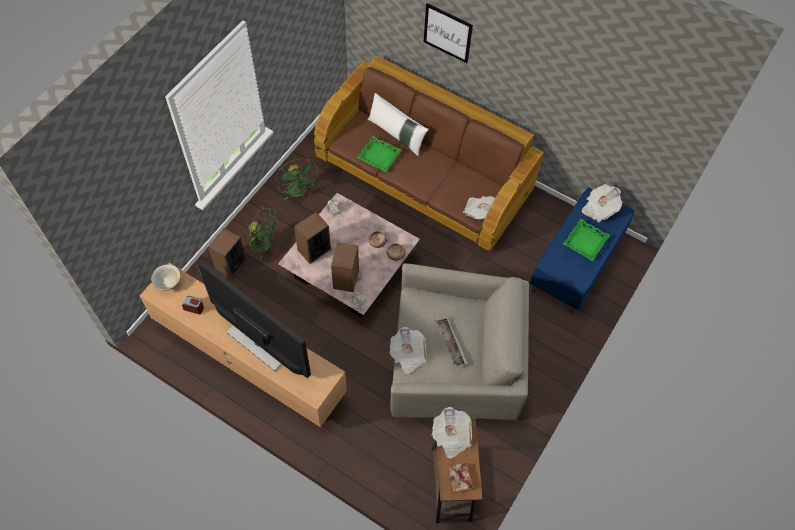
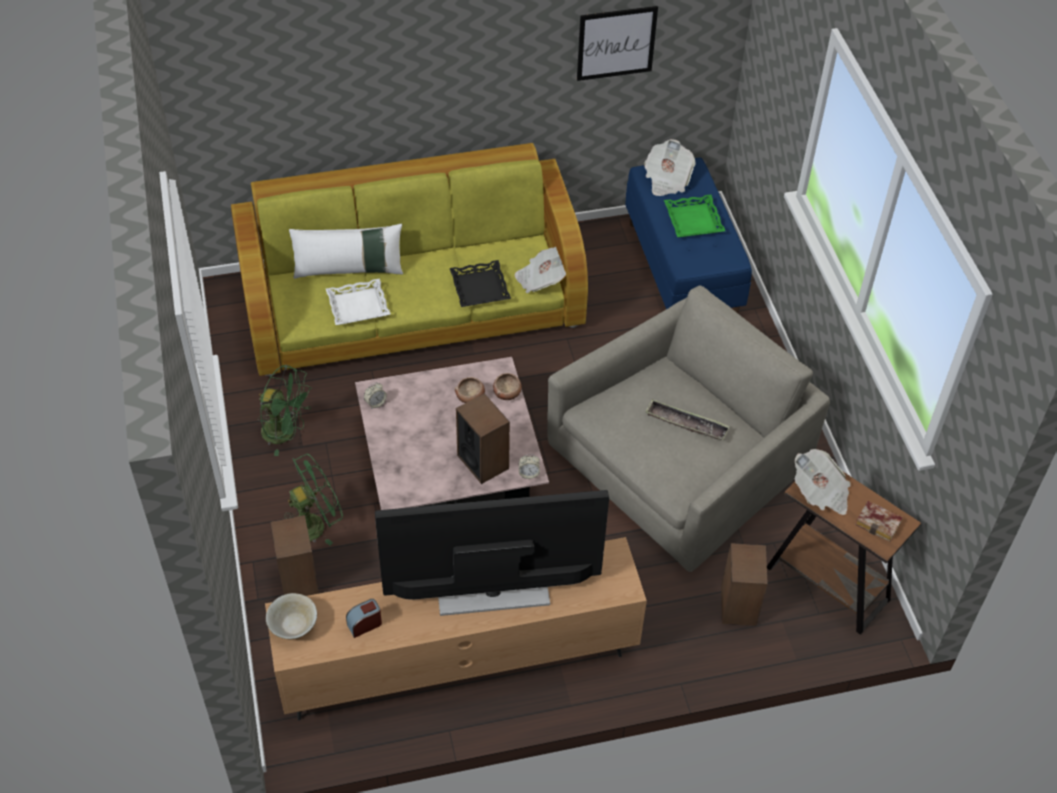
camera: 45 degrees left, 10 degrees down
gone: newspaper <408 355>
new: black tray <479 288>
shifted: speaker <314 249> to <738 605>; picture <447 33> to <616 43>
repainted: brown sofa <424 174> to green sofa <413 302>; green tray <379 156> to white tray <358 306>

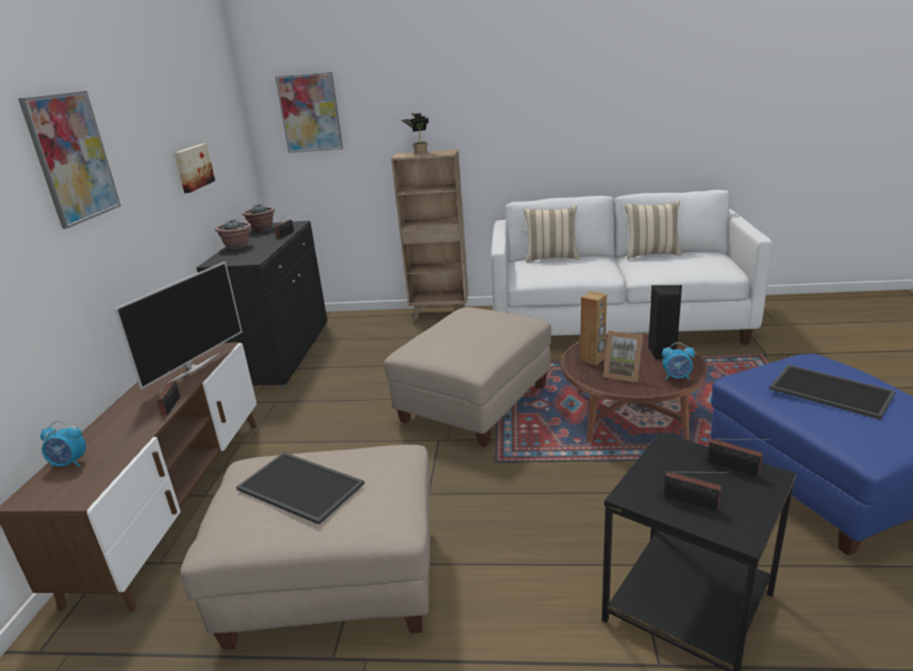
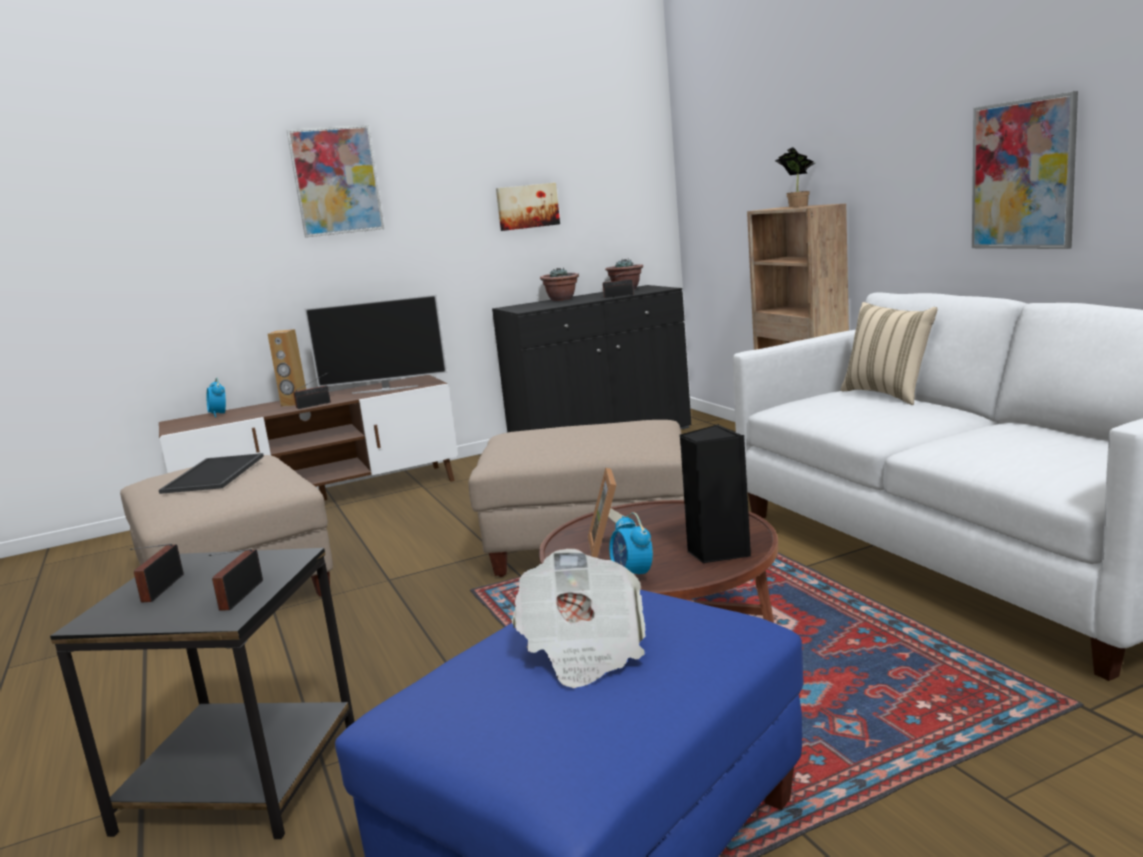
camera: 60 degrees right, 10 degrees down
gone: beige pillow <651 254>
shifted: picture <310 113> to <1023 175>; brown speaker <593 359> to <294 403>
swapped: tray <832 391> to newspaper <583 649>

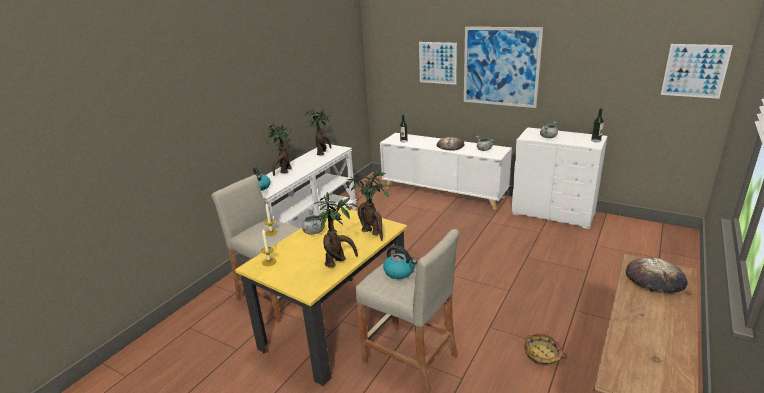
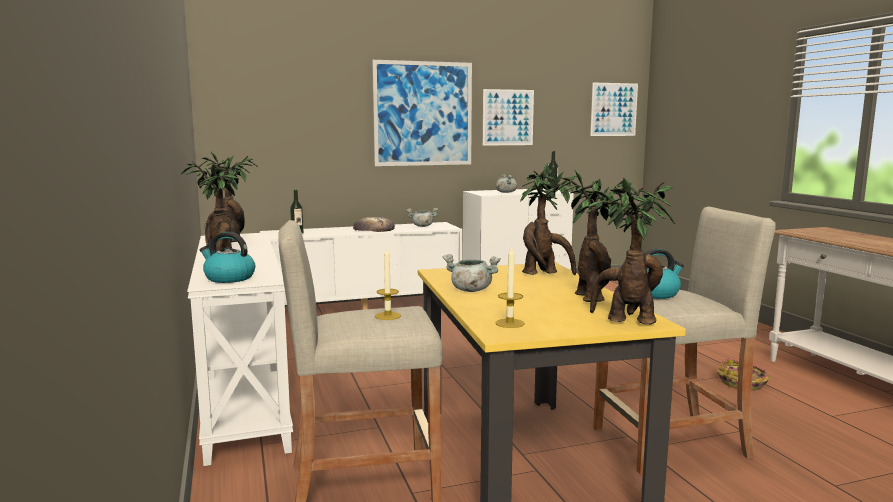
camera: 50 degrees left, 15 degrees down
gone: bread <655 279>
new: potted plant <625 320>
shifted: picture <437 63> to <508 117>

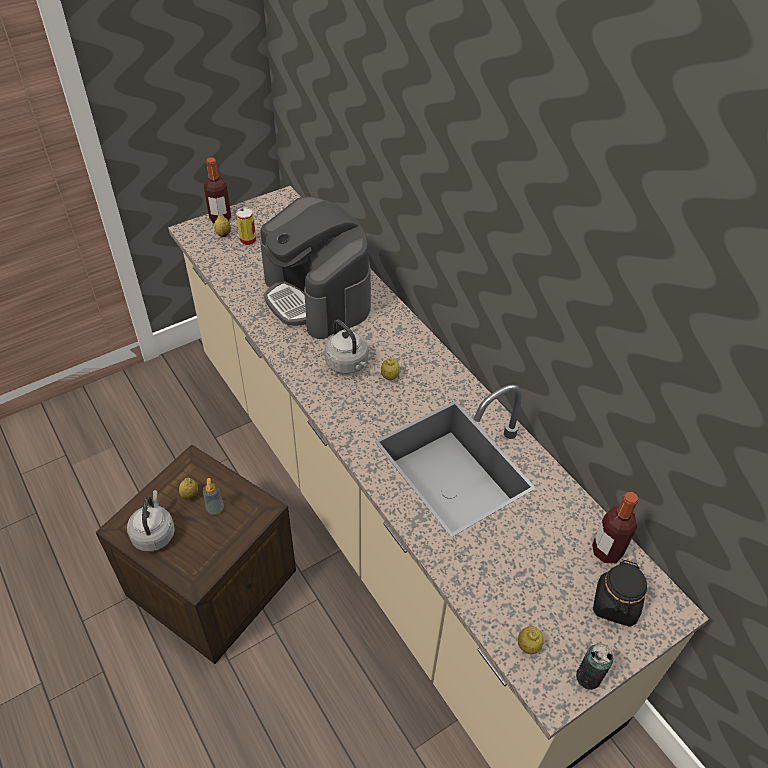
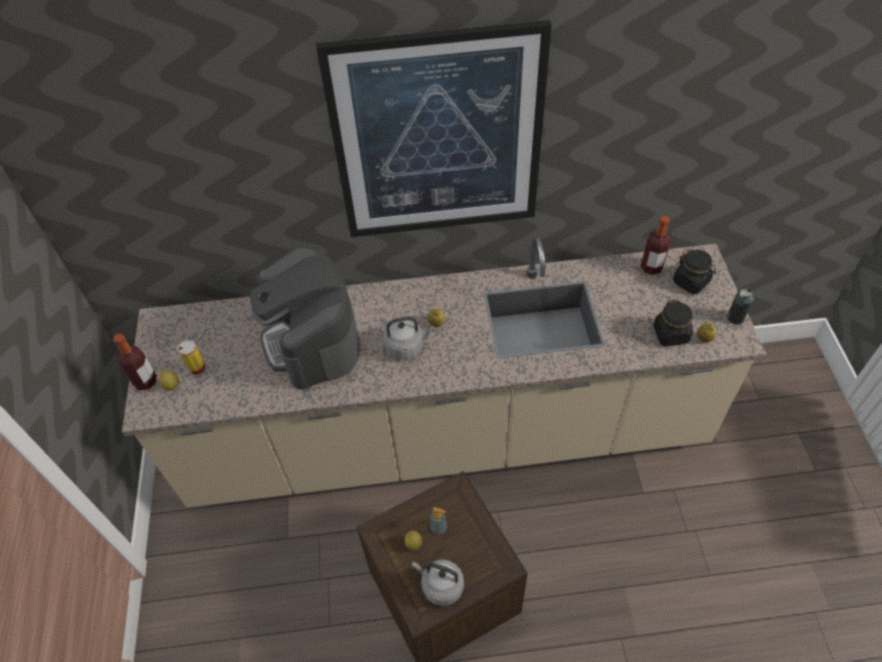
camera: 60 degrees left, 5 degrees up
new: picture <438 138>; black jar <671 334>
rotated: coffee machine <317 296> = <312 340> 75 degrees clockwise

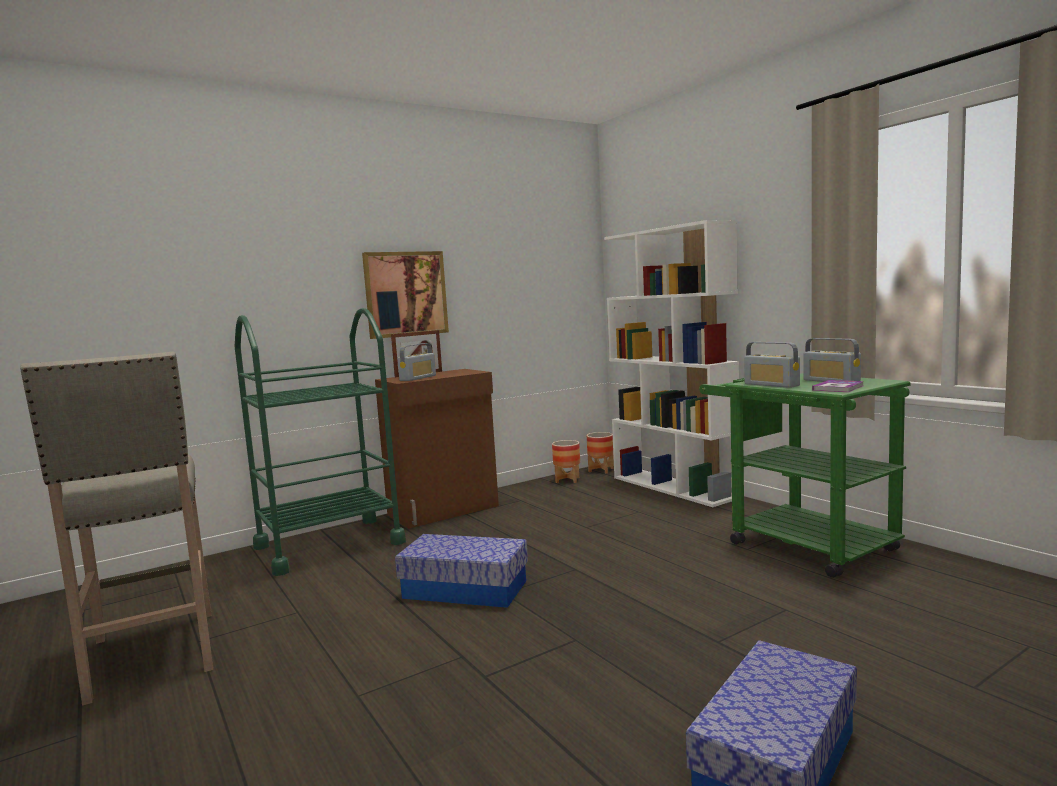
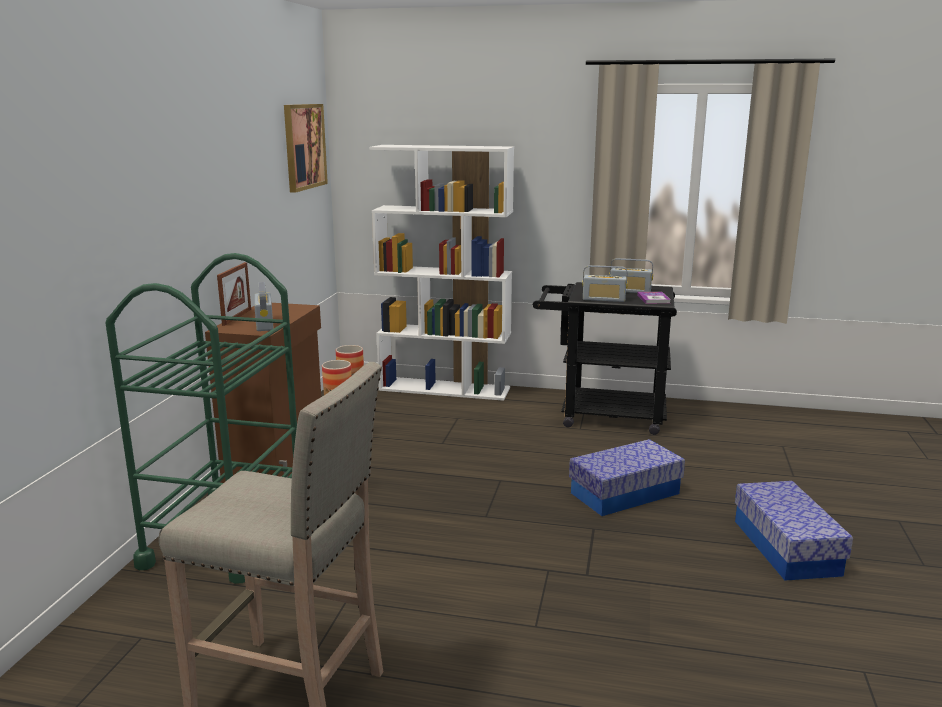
camera: 45 degrees left, 10 degrees up
shifted: picture <405 294> to <304 146>; storage box <465 589> to <625 493>
repainted: green cart <799 543> to black cart <601 415>

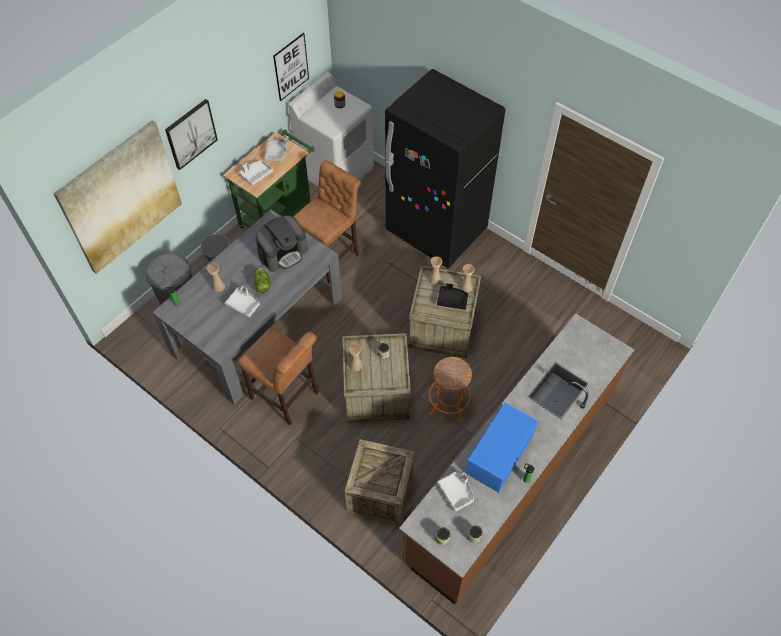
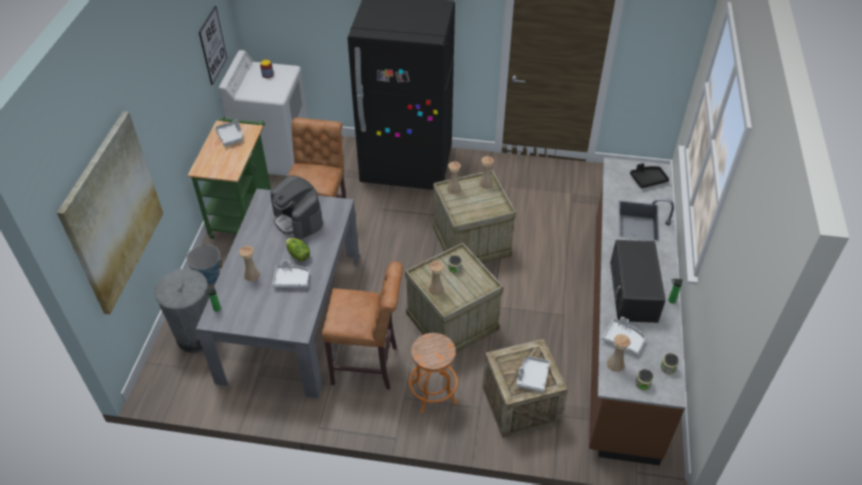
camera: 30 degrees left, 10 degrees down
gone: picture <191 134>
new: beige vase <615 364>
shifted: white tray <256 175> to <532 377>; orange stool <449 403> to <433 393>; black tray <452 300> to <648 180>
repainted: blue microwave <499 455> to black microwave <634 292>
rotated: coffee machine <283 253> = <298 219> 120 degrees clockwise

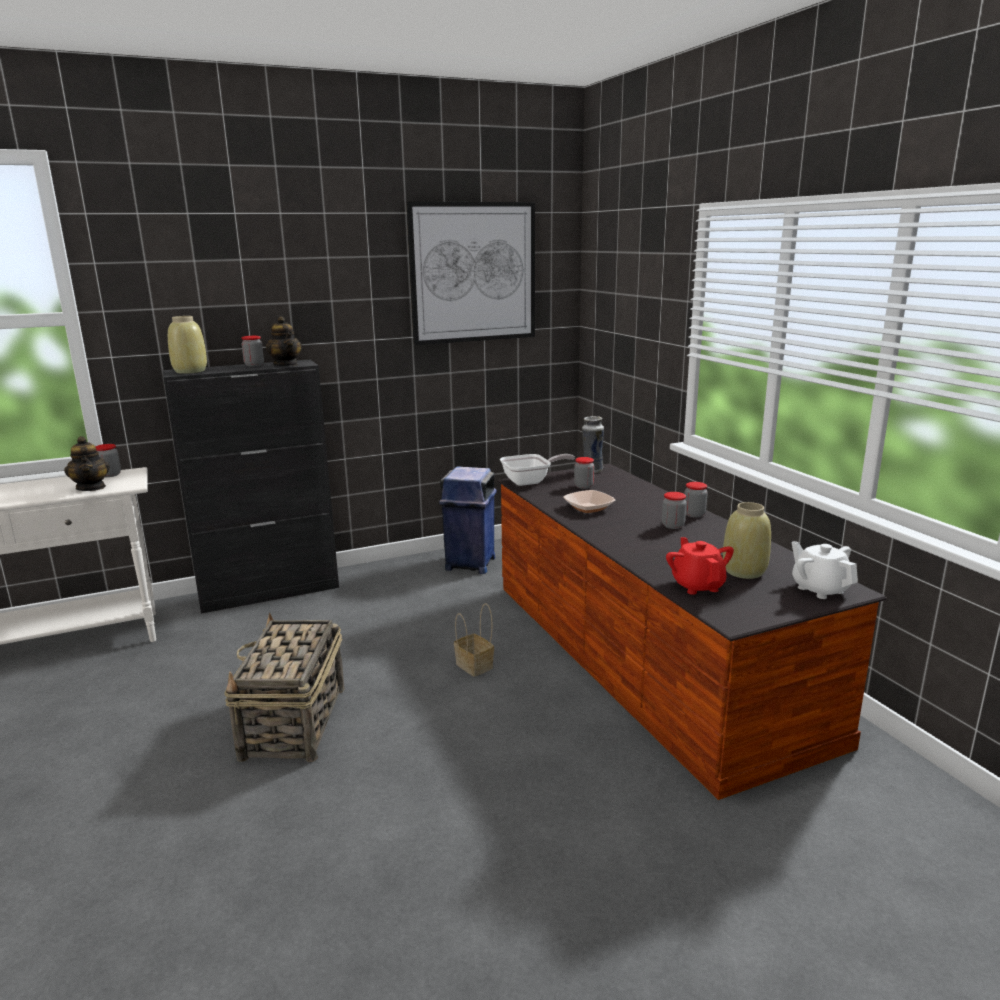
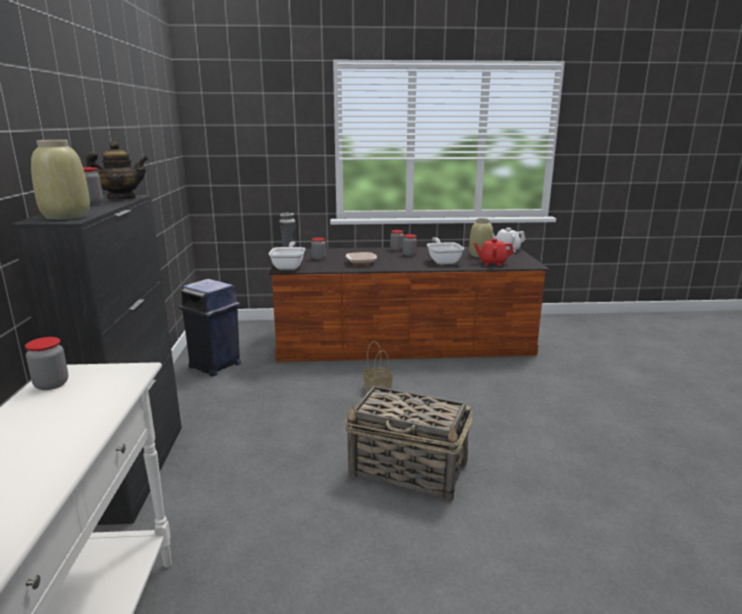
camera: 70 degrees left, 0 degrees up
gone: teapot <91 487>; picture <473 273>
new: frying pan <443 261>

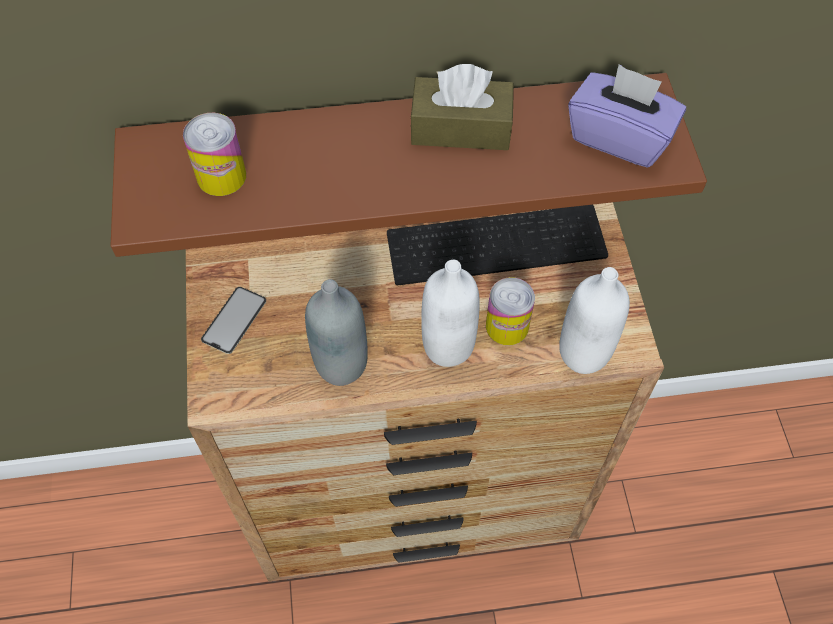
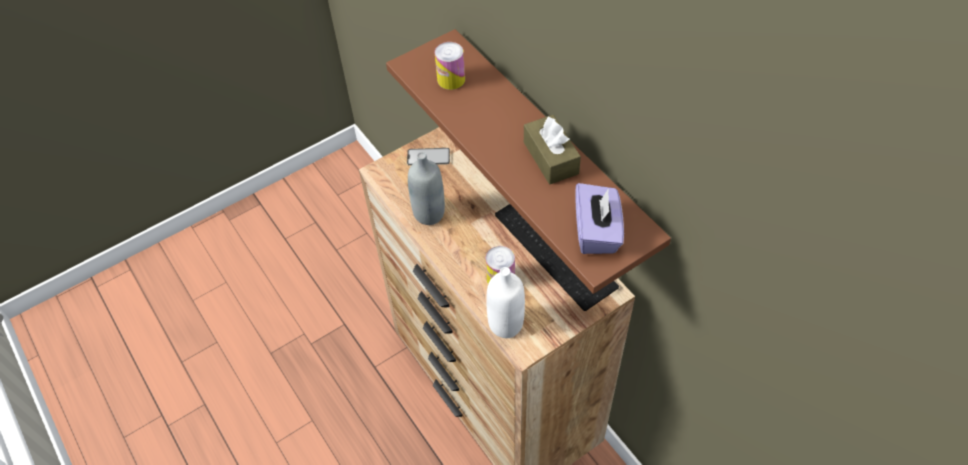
camera: 65 degrees right, 5 degrees down
gone: white bottle <448 346>

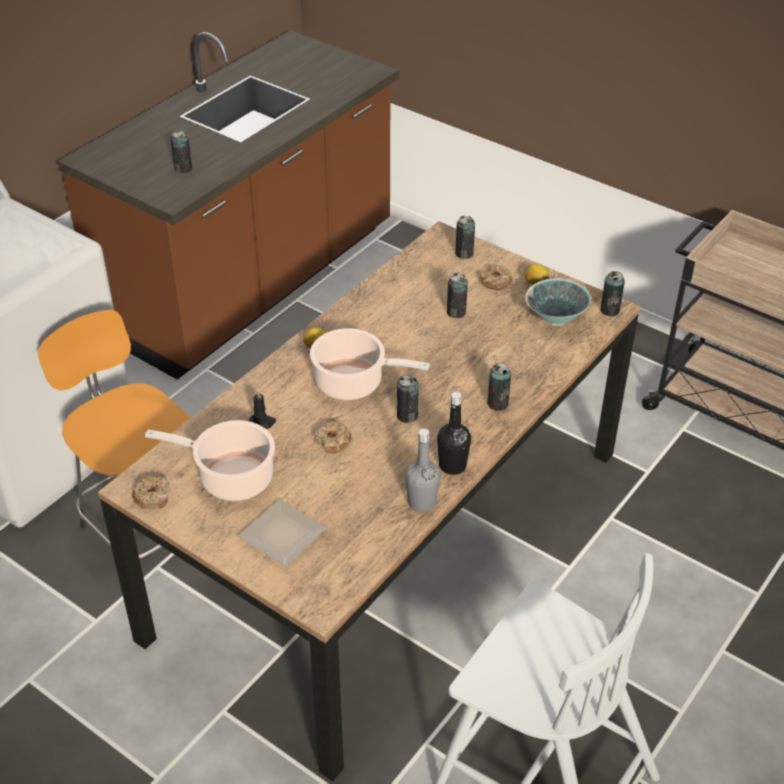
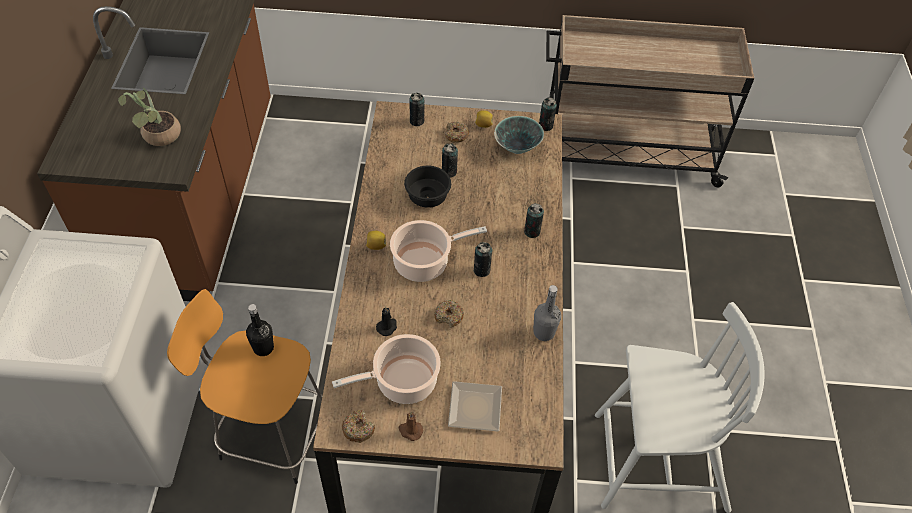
camera: 35 degrees left, 10 degrees up
new: brown candle <410 430>; black bowl <426 196>
shifted: black bottle <452 465> to <263 348>
swapped: can <183 169> to potted plant <158 137>

